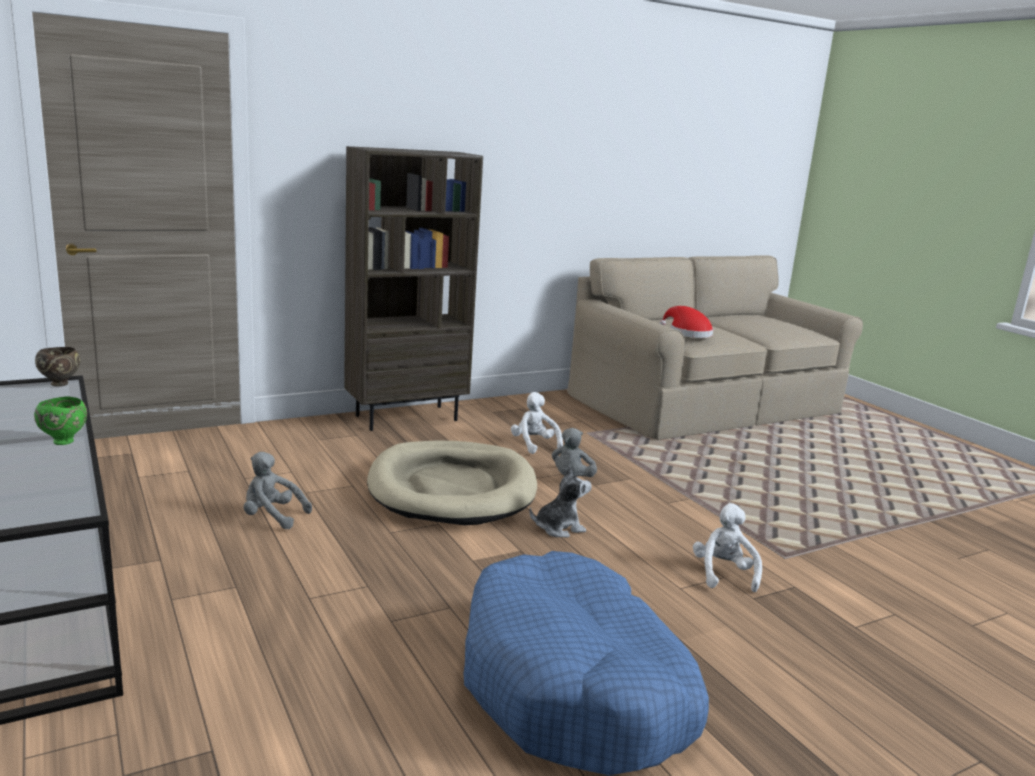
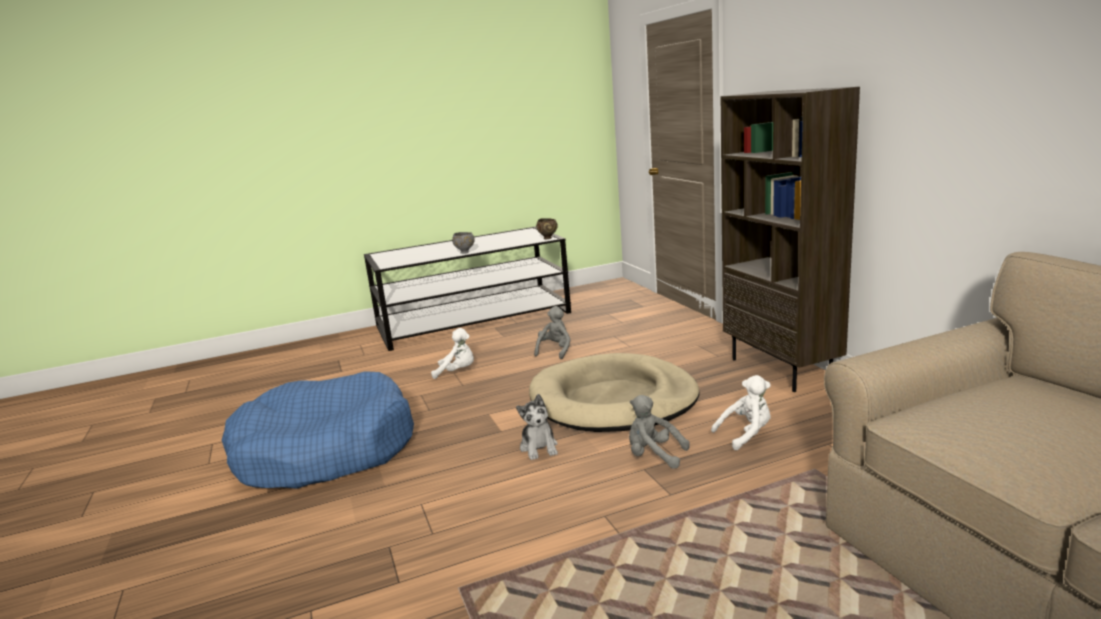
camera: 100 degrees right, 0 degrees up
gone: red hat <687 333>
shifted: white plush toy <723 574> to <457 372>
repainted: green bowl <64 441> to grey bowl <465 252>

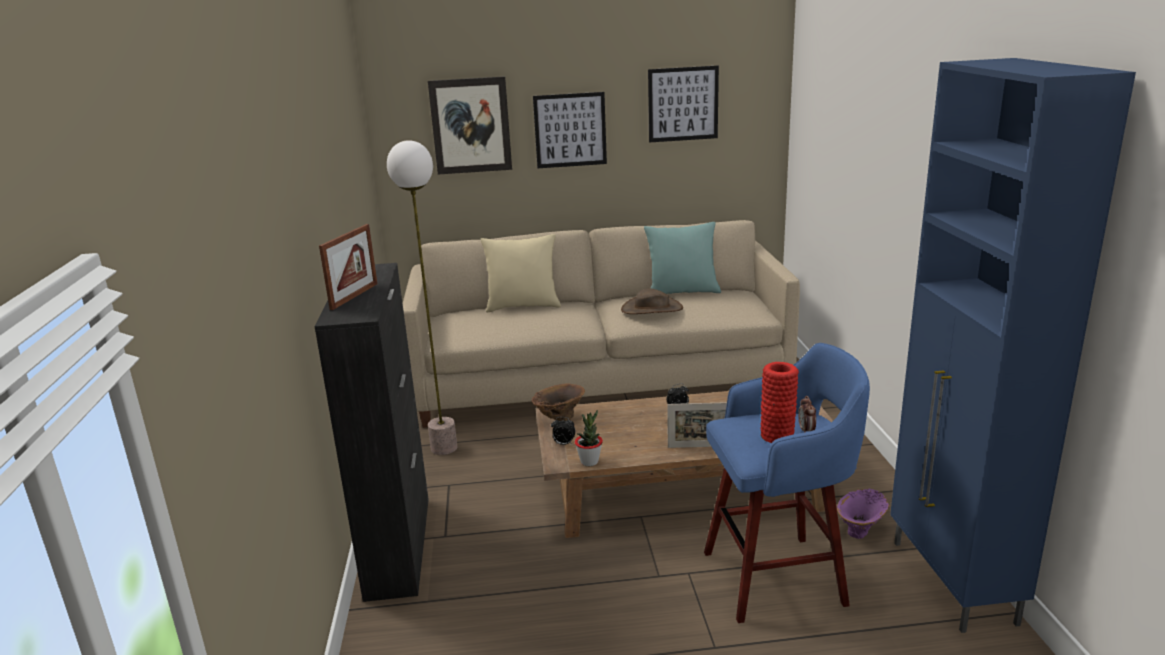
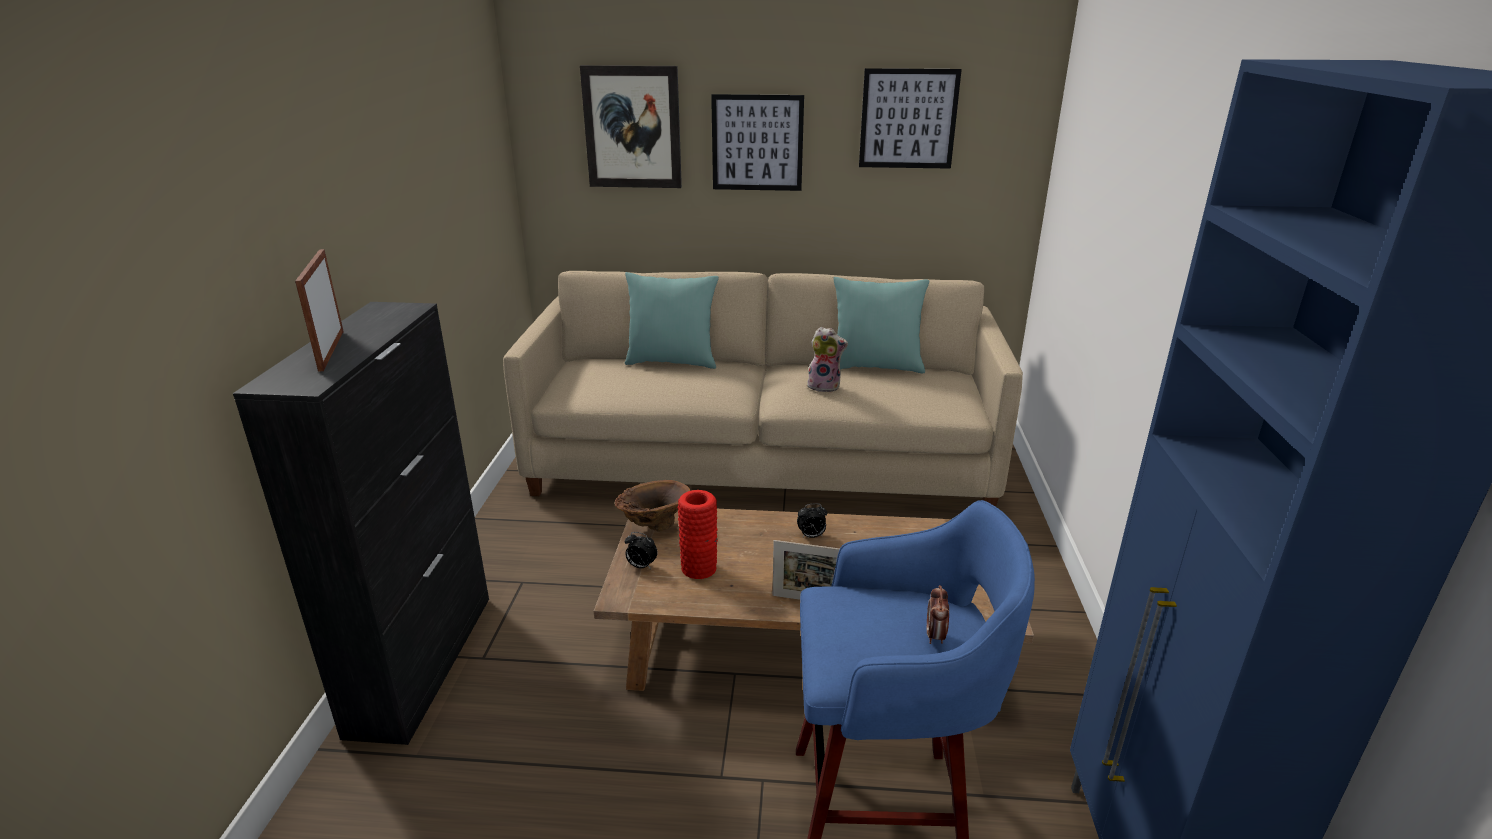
camera: 10 degrees right, 5 degrees up
gone: floor lamp <444 448>; potted plant <589 461>; purple vase <861 530>
shifted: red vase <777 436> to <699 568>
swapped: brown hat <652 309> to plush toy <825 386>
repainted: beige pillow <523 306> to turquoise pillow <672 361>
rotated: picture frame <354 296> = <331 350> 135 degrees clockwise

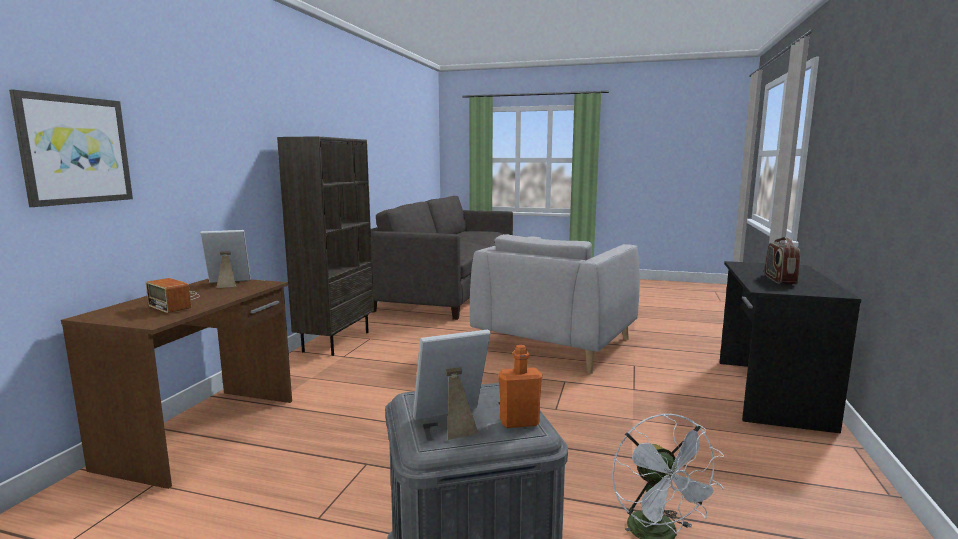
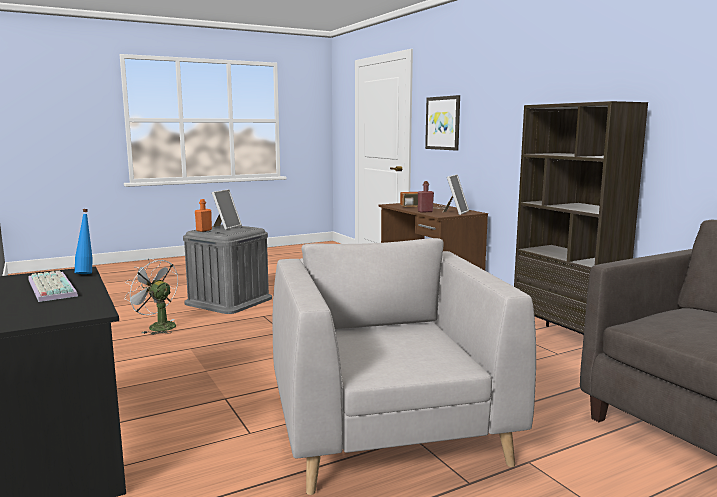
camera: 135 degrees right, 0 degrees up
new: blue bottle <86 273>; red bottle <425 211>
swapped: radio <779 280> to keyboard <49 287>

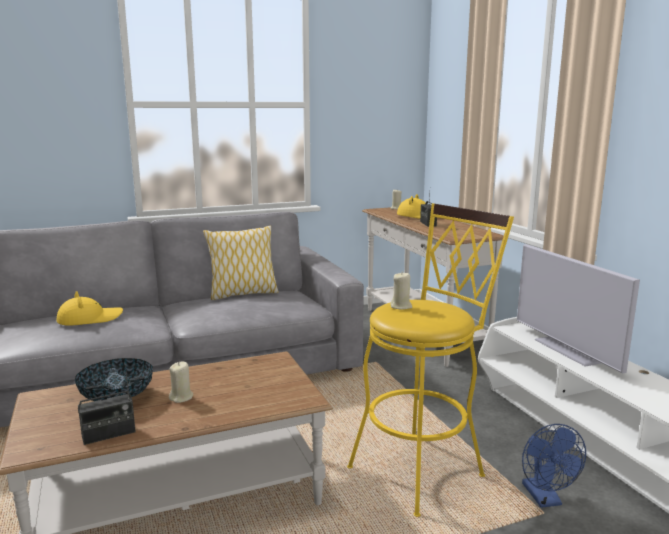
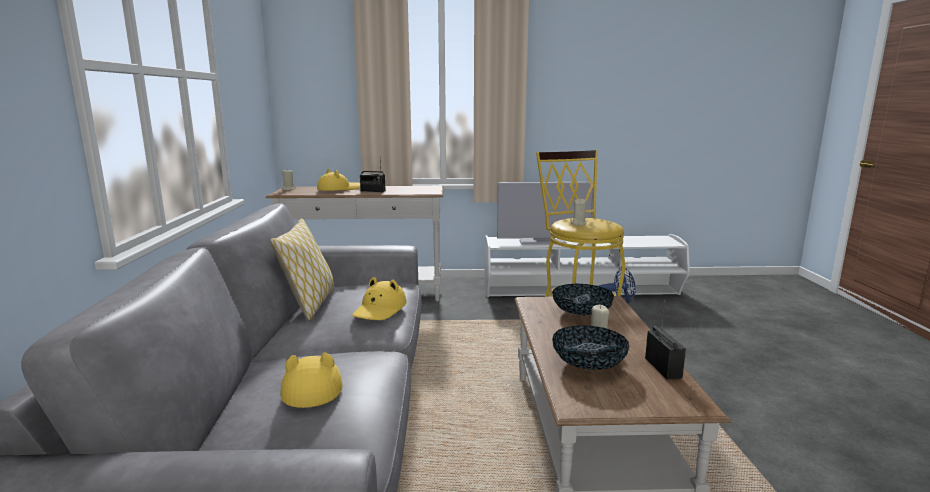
camera: 70 degrees left, 0 degrees up
new: yellow hat <380 310>; bowl <581 313>

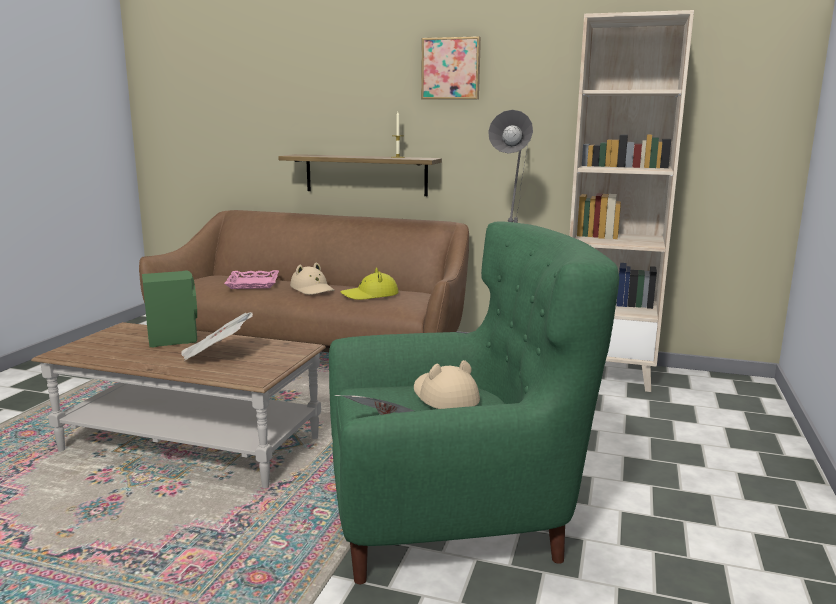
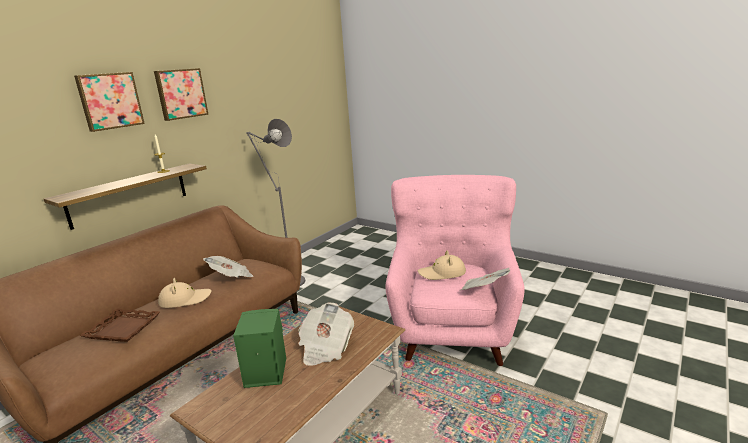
camera: 70 degrees left, 5 degrees up
gone: beige bookcase <608 374>
new: picture <110 101>
swapped: yellow hat <370 295> to newspaper <231 277>
repainted: pink tray <253 283> to brown tray <123 329>; green armchair <454 519> to pink armchair <452 328>

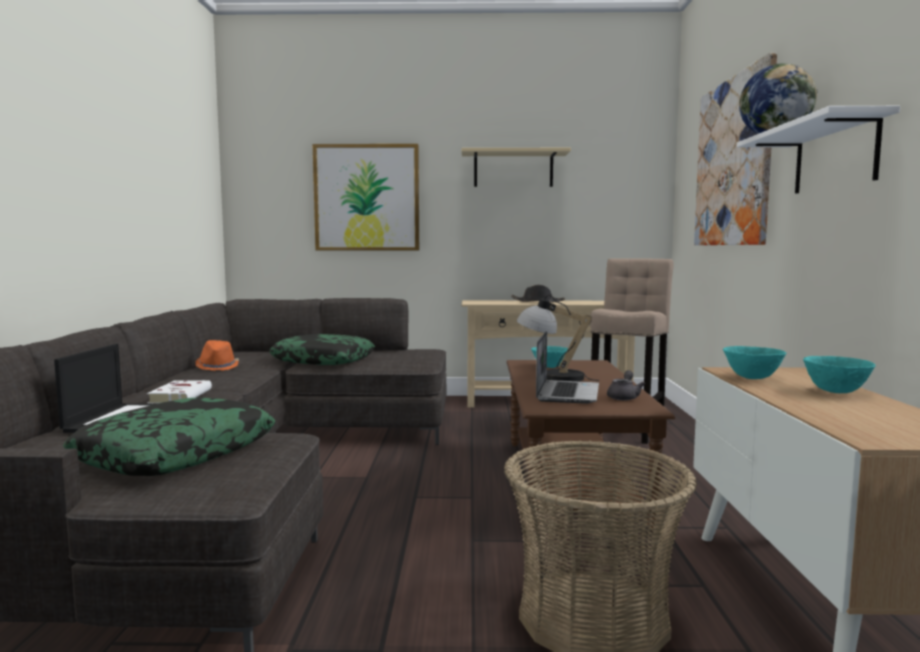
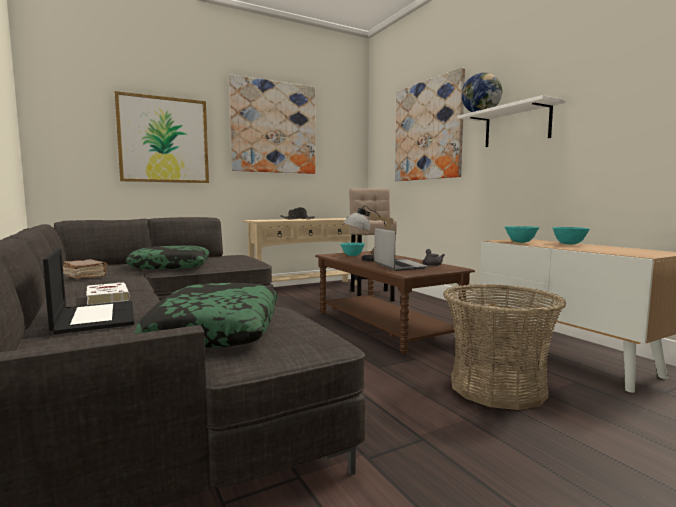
camera: 30 degrees left, 0 degrees up
swapped: orange hat <217 367> to brown book <85 277>; beige shelf <513 169> to picture <273 127>

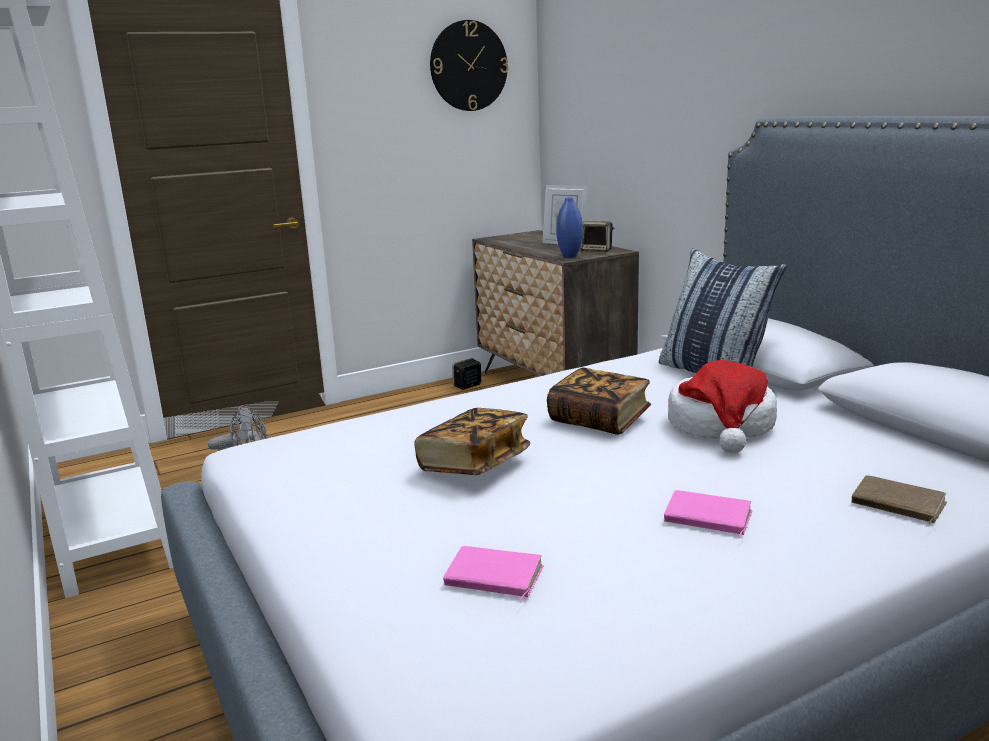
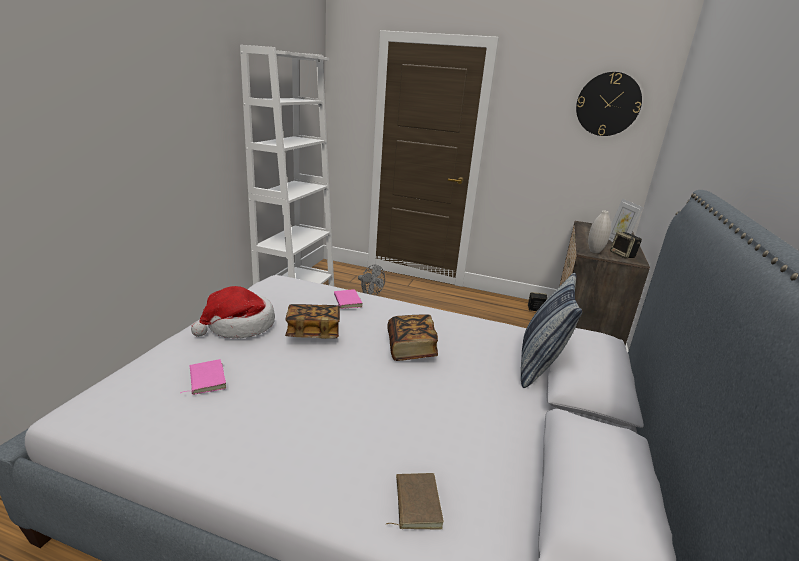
camera: 45 degrees right, 5 degrees up
shifted: pink book <707 518> to <346 301>; hat <722 426> to <239 326>
repainted: blue vase <569 256> to white vase <594 251>

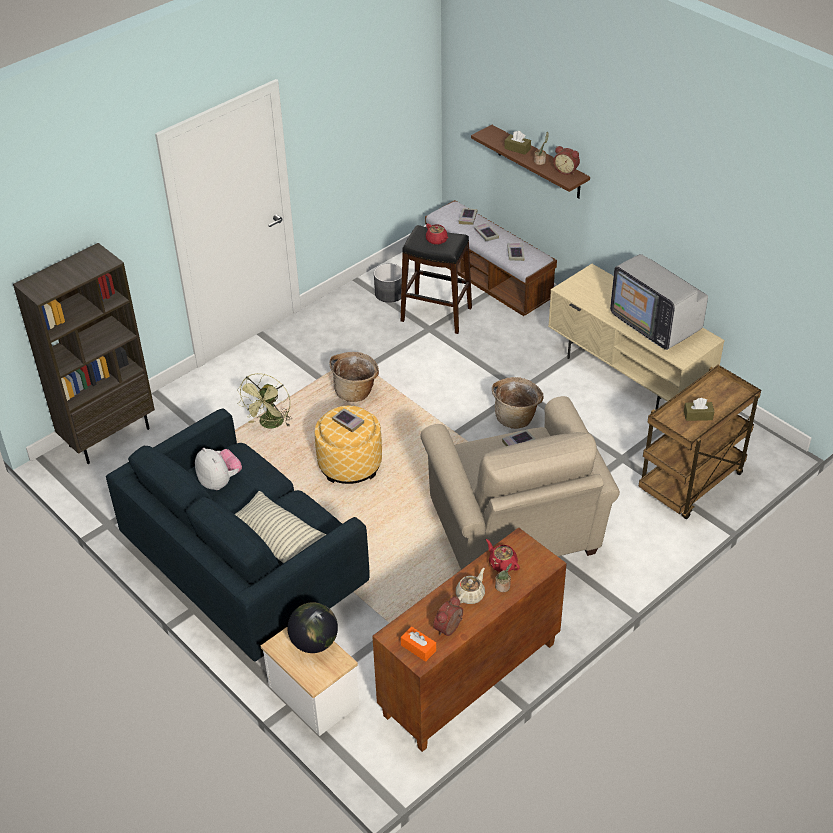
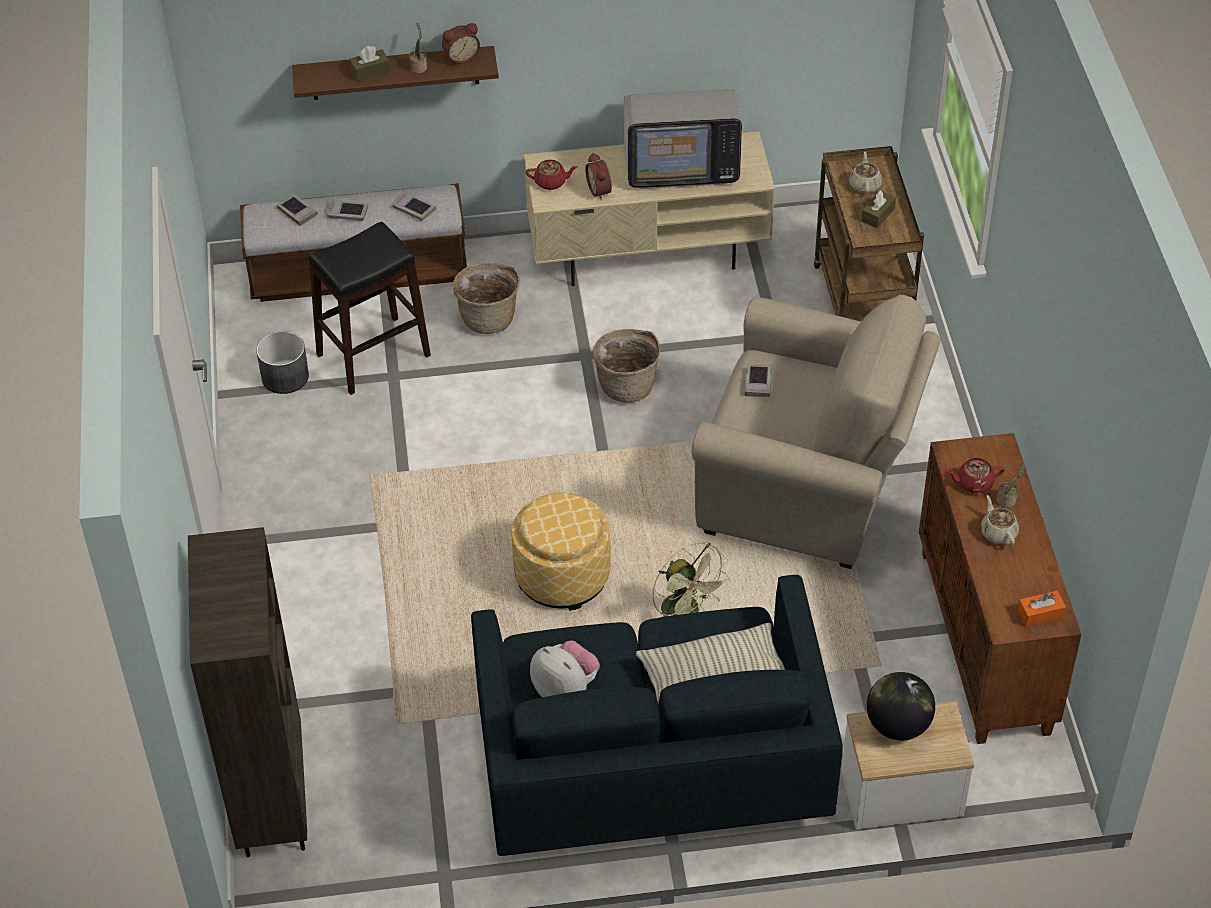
camera: 55 degrees left, 5 degrees up
gone: book <348 422>
new: beige teapot <865 185>
shifted: green fan <270 424> to <687 614>; basket <356 391> to <488 317>; red teapot <437 240> to <551 182>; alarm clock <450 629> to <600 190>
rotated: plush toy <220 481> = <565 689> 45 degrees clockwise

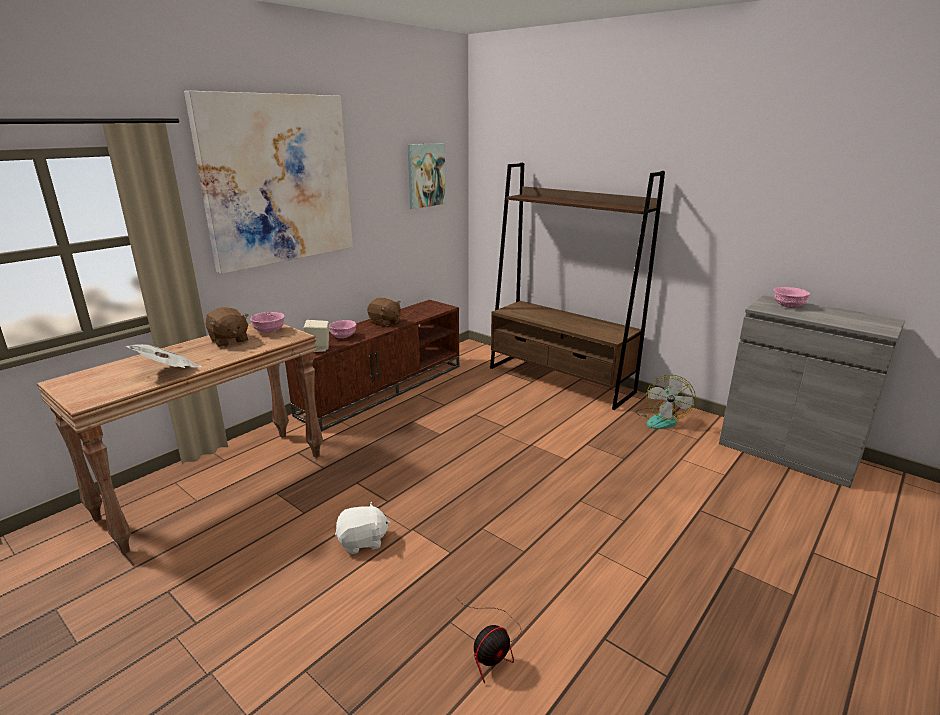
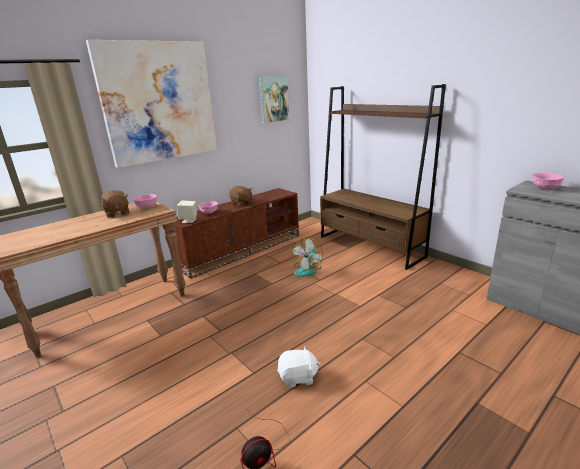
camera: 10 degrees right, 0 degrees up
gone: newspaper <169 371>
shifted: white plush toy <363 541> to <298 377>; fan <661 419> to <308 270>

